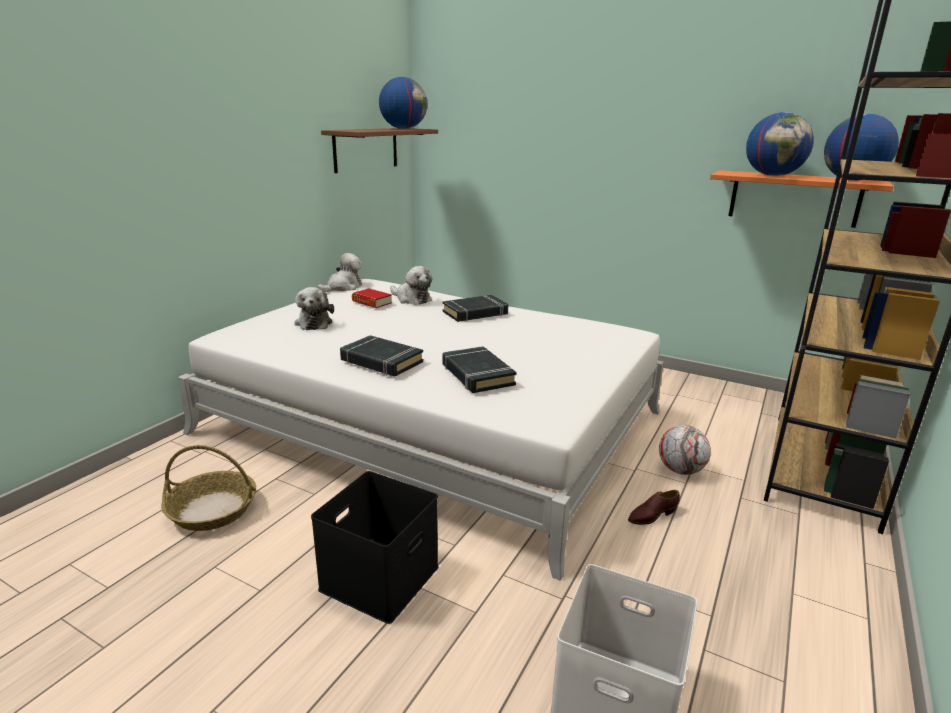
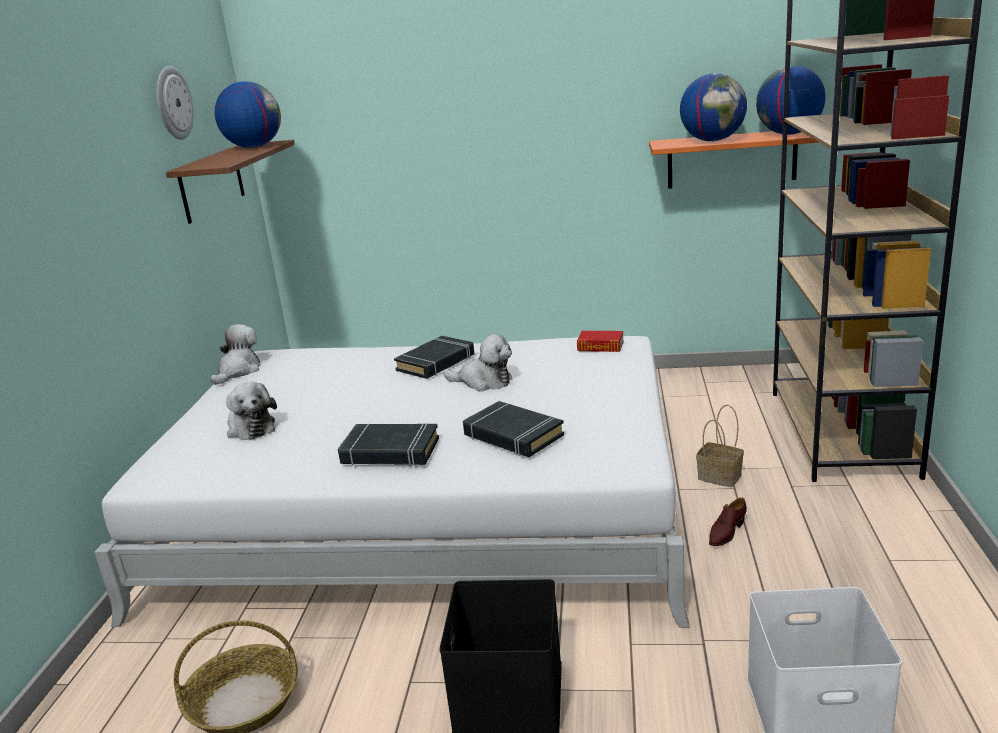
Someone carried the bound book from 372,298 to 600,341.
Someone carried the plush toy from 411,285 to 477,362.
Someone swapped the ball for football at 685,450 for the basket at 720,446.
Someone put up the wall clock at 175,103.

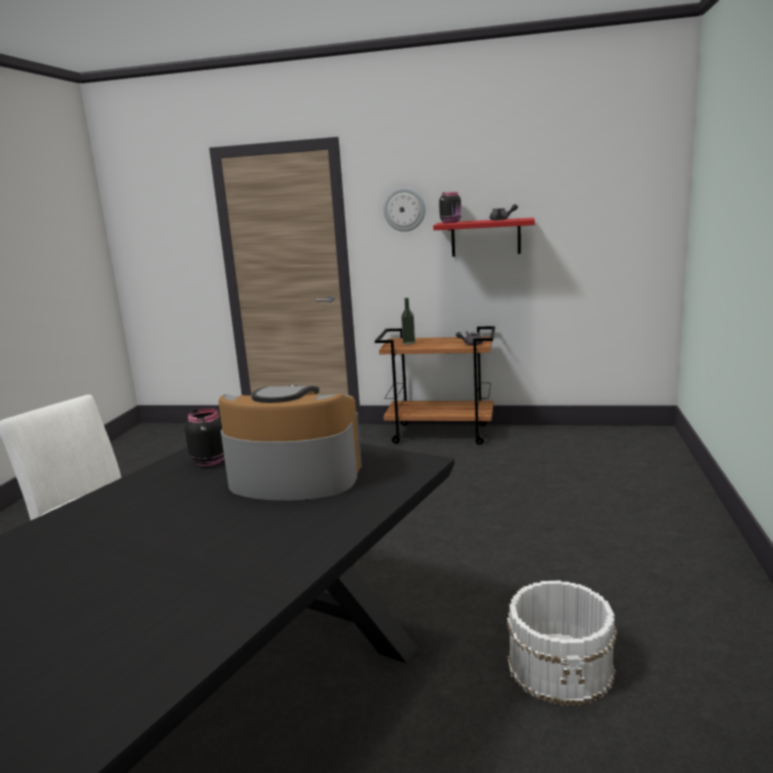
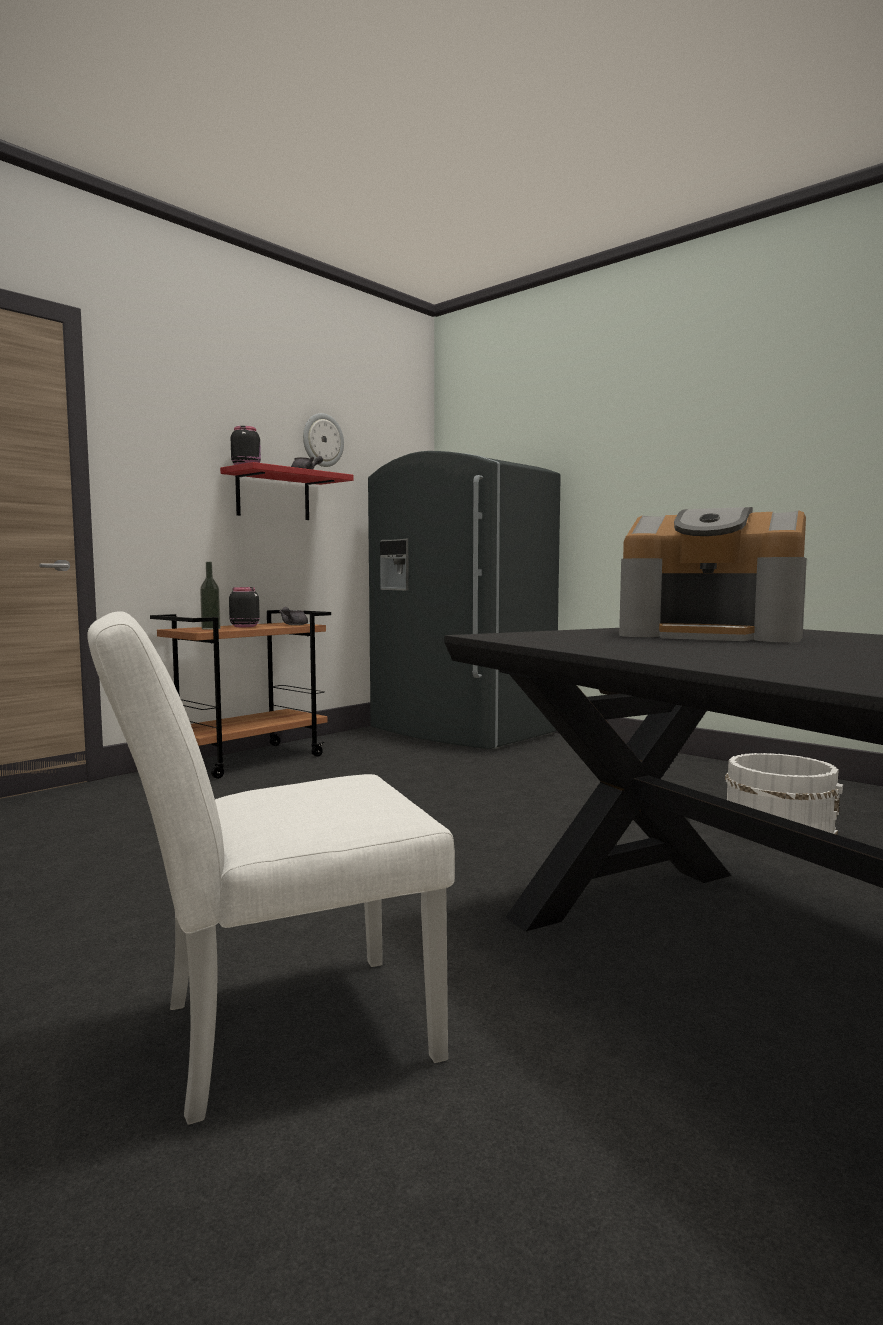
Someone carried the jar/black from 204,437 to 244,607.
Someone rotated the coffee brewer at 290,442 by 105 degrees counterclockwise.
Someone carried the wall clock from 404,210 to 323,440.
Someone put down the fridge/greyish at 464,600.

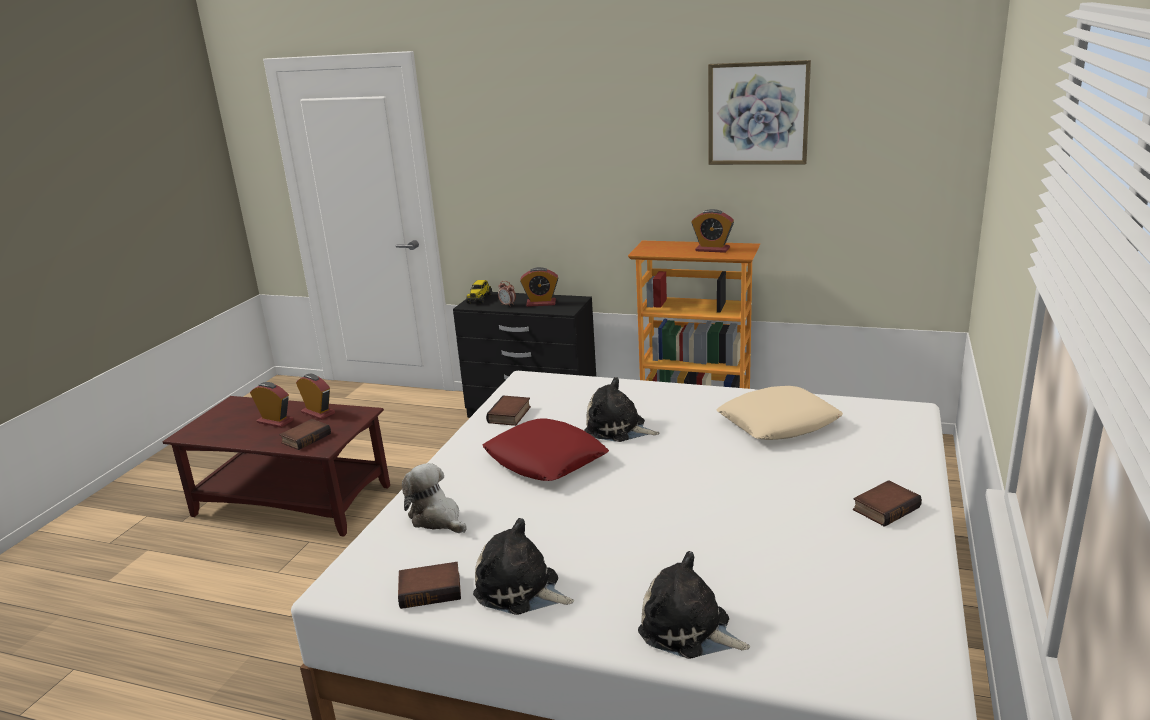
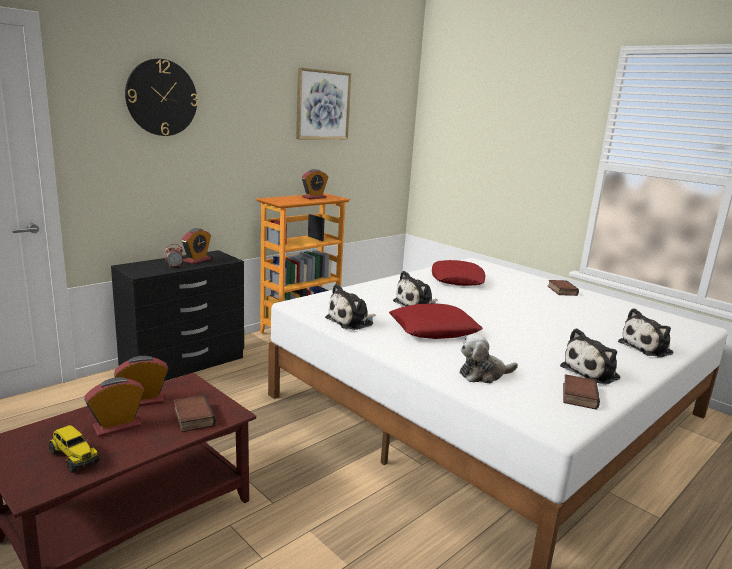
Someone carried the model truck from 479,292 to 74,449.
Someone swapped the bound book at 508,411 for the plush toy at 350,307.
Someone repainted the cushion/beige-coloured at 779,413, which became the cushion/reddish at 458,273.
Someone put up the wall clock at 161,97.

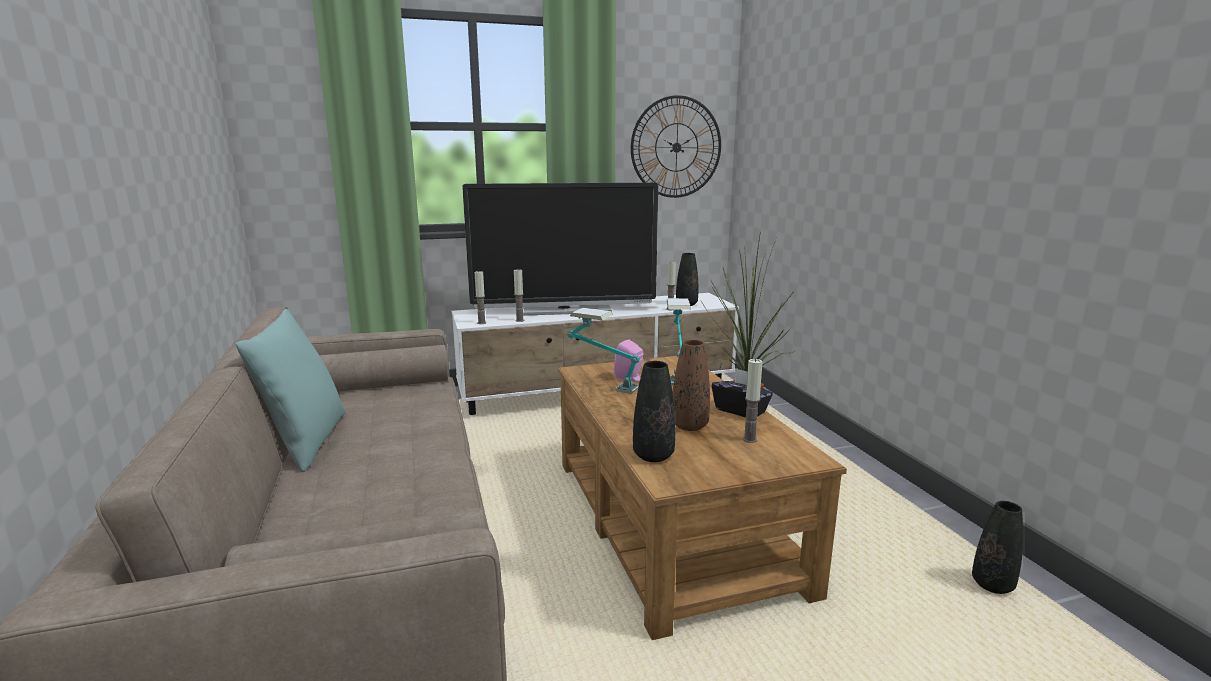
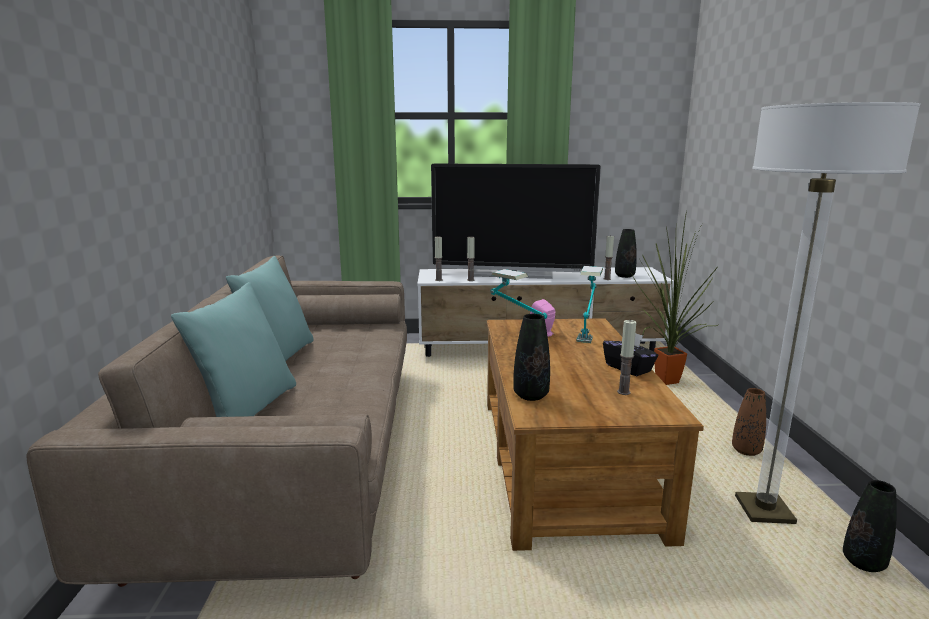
Someone took away the wall clock at 676,146.
Someone carried the flower vase/brown from 691,385 to 749,422.
Someone put down the cushion/turquoise at 233,349.
Someone put down the standing lamp at 828,313.

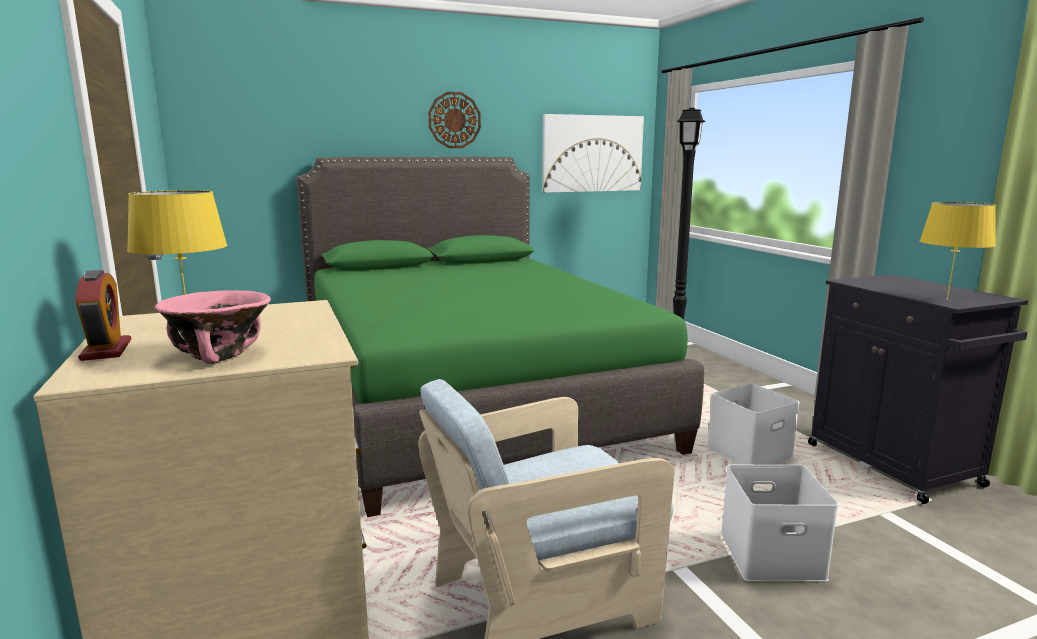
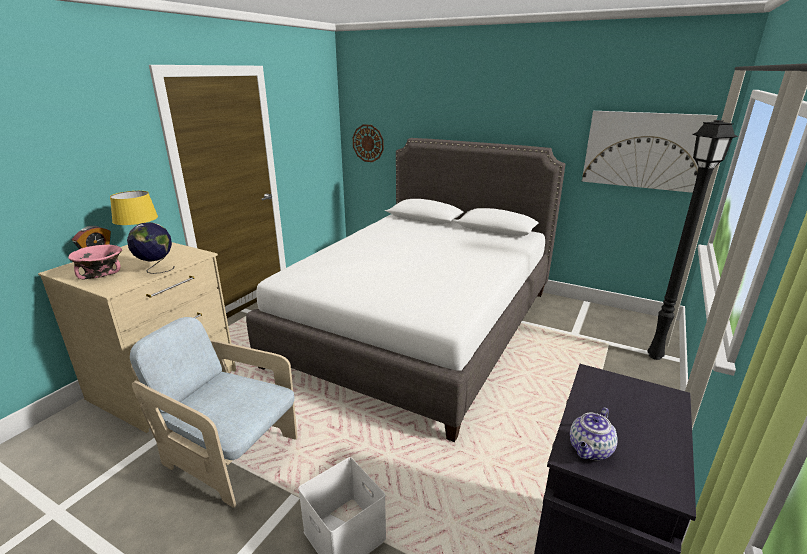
Someone repainted the sleeping bed/green-coloured at 500,337, which became the sleeping bed/whitish at 406,290.
Someone carried the wall clock from 454,120 to 368,143.
Someone took away the storage container/whitish at 753,424.
Someone swapped the lamp for a table/yellow-coloured at 958,251 for the teapot at 594,433.
Someone put down the desk globe at 150,248.

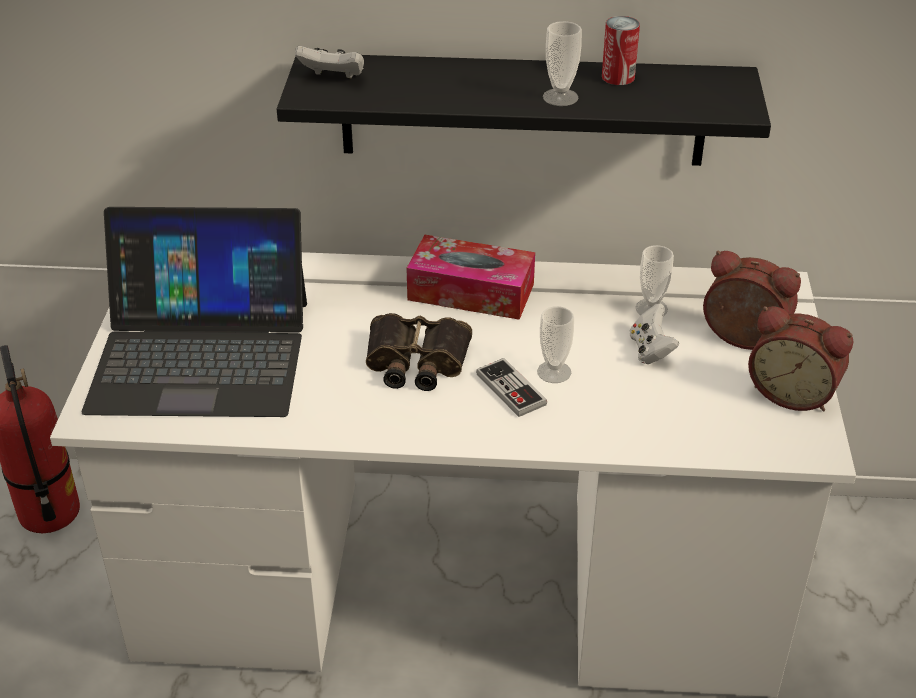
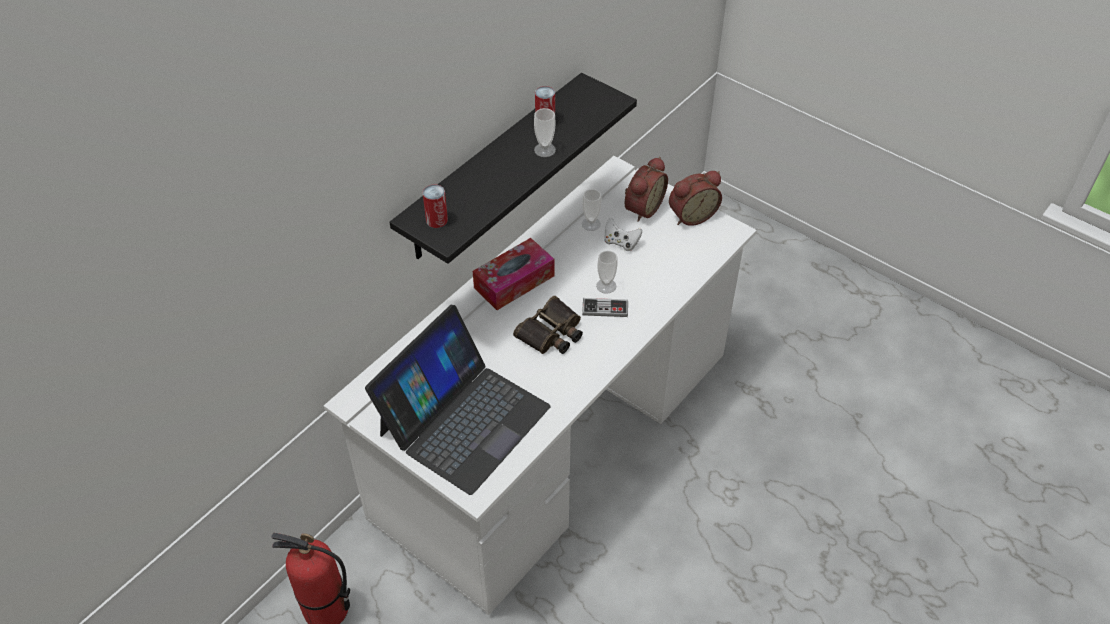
Someone swapped the gamepad/whitish at 329,62 for the sealed can at 435,206.
Someone rotated the bedside clock at 752,300 by 150 degrees clockwise.

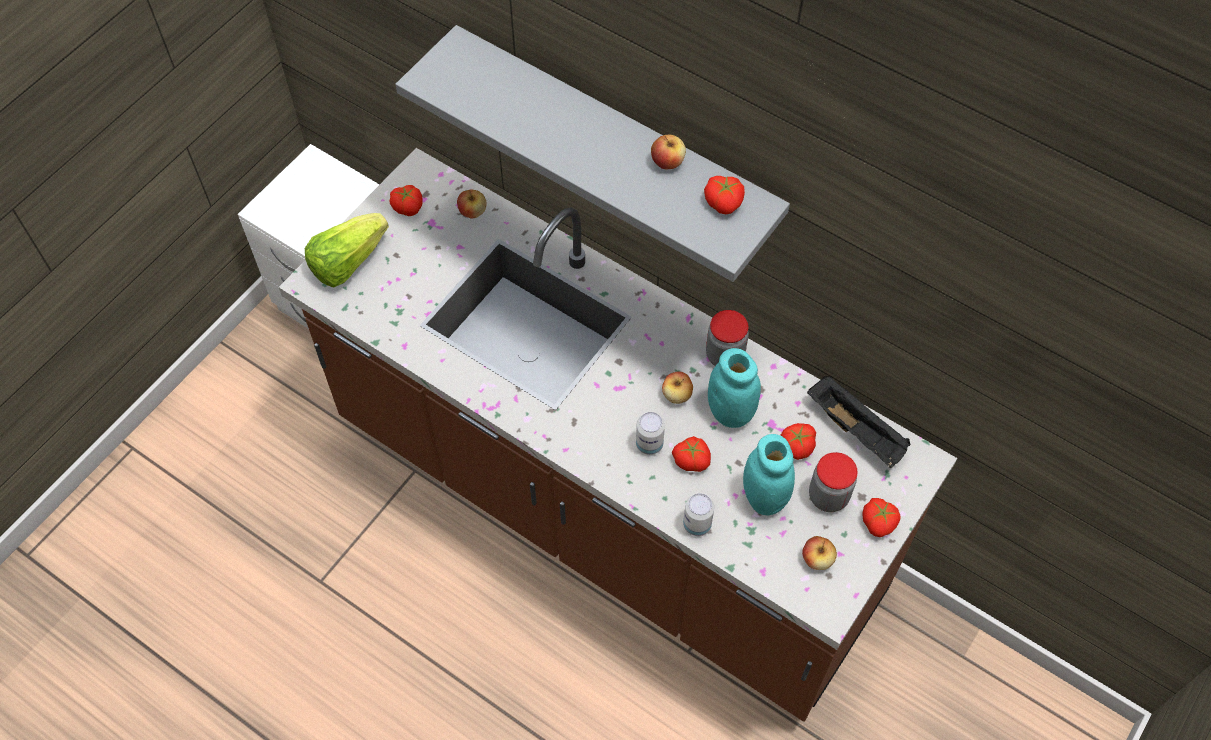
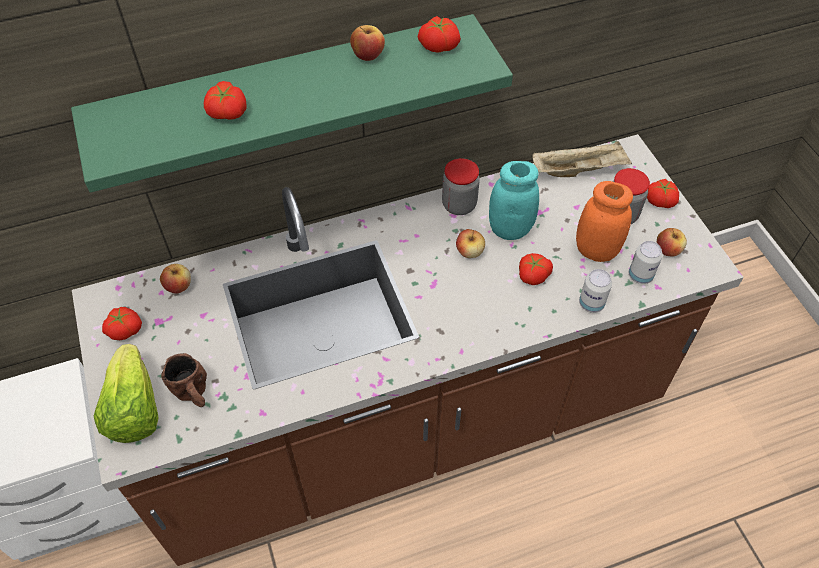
Someone repainted the shelf/greyish at 593,153, which became the shelf/green-coloured at 292,103.
Someone carried the sealed can from 650,433 to 646,262.
Someone repainted the jar/turquoise at 769,474, which became the jar/orange-coloured at 604,221.
Someone carried the fresh tomato from 798,441 to 225,100.
Someone repainted the serving tray/black at 858,422, which became the serving tray/beige-coloured at 582,159.
Someone put down the coffee mug/brown at 184,380.

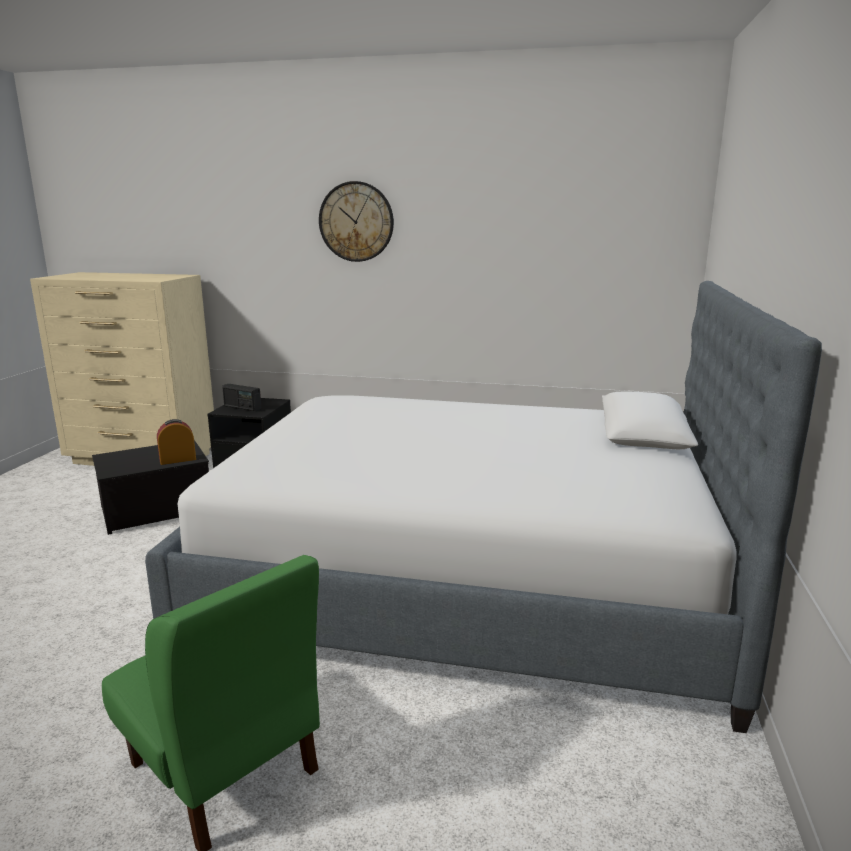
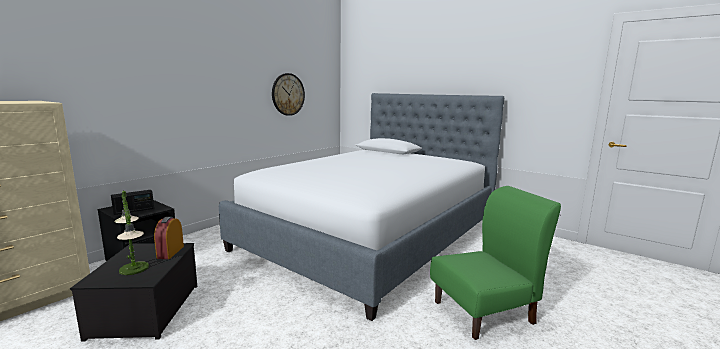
Someone carried the wall clock from 356,221 to 288,94.
Someone put down the lamp for a table at 132,232.

